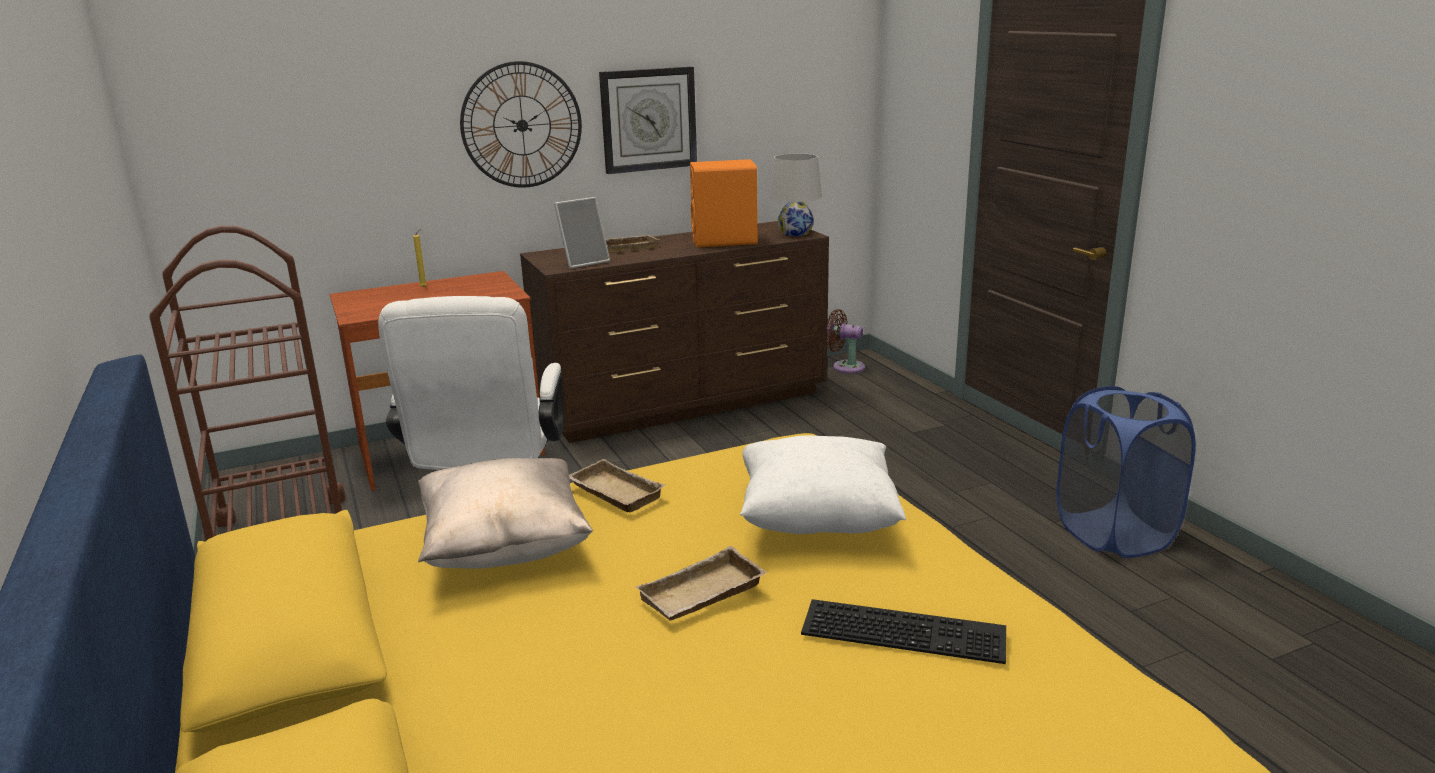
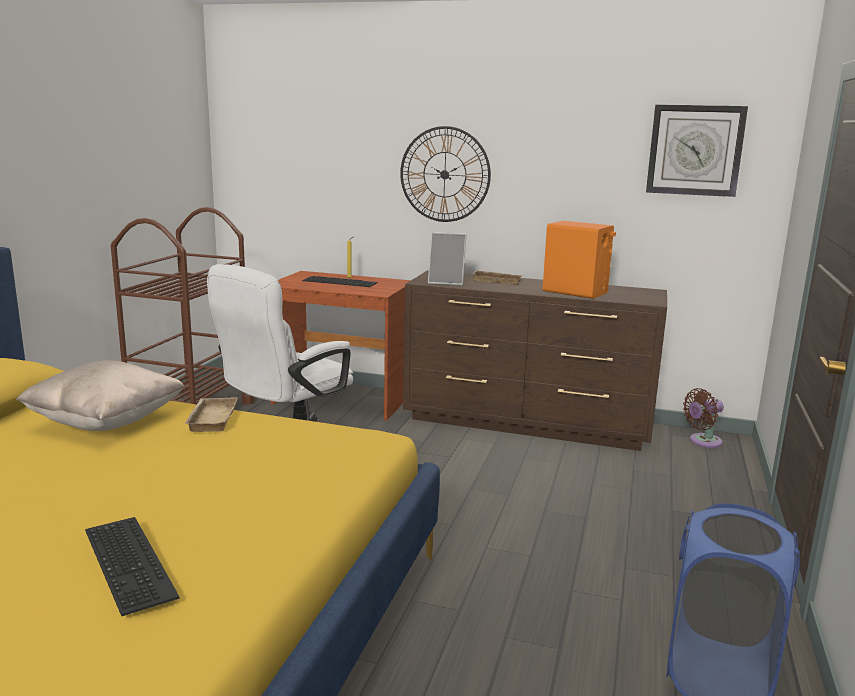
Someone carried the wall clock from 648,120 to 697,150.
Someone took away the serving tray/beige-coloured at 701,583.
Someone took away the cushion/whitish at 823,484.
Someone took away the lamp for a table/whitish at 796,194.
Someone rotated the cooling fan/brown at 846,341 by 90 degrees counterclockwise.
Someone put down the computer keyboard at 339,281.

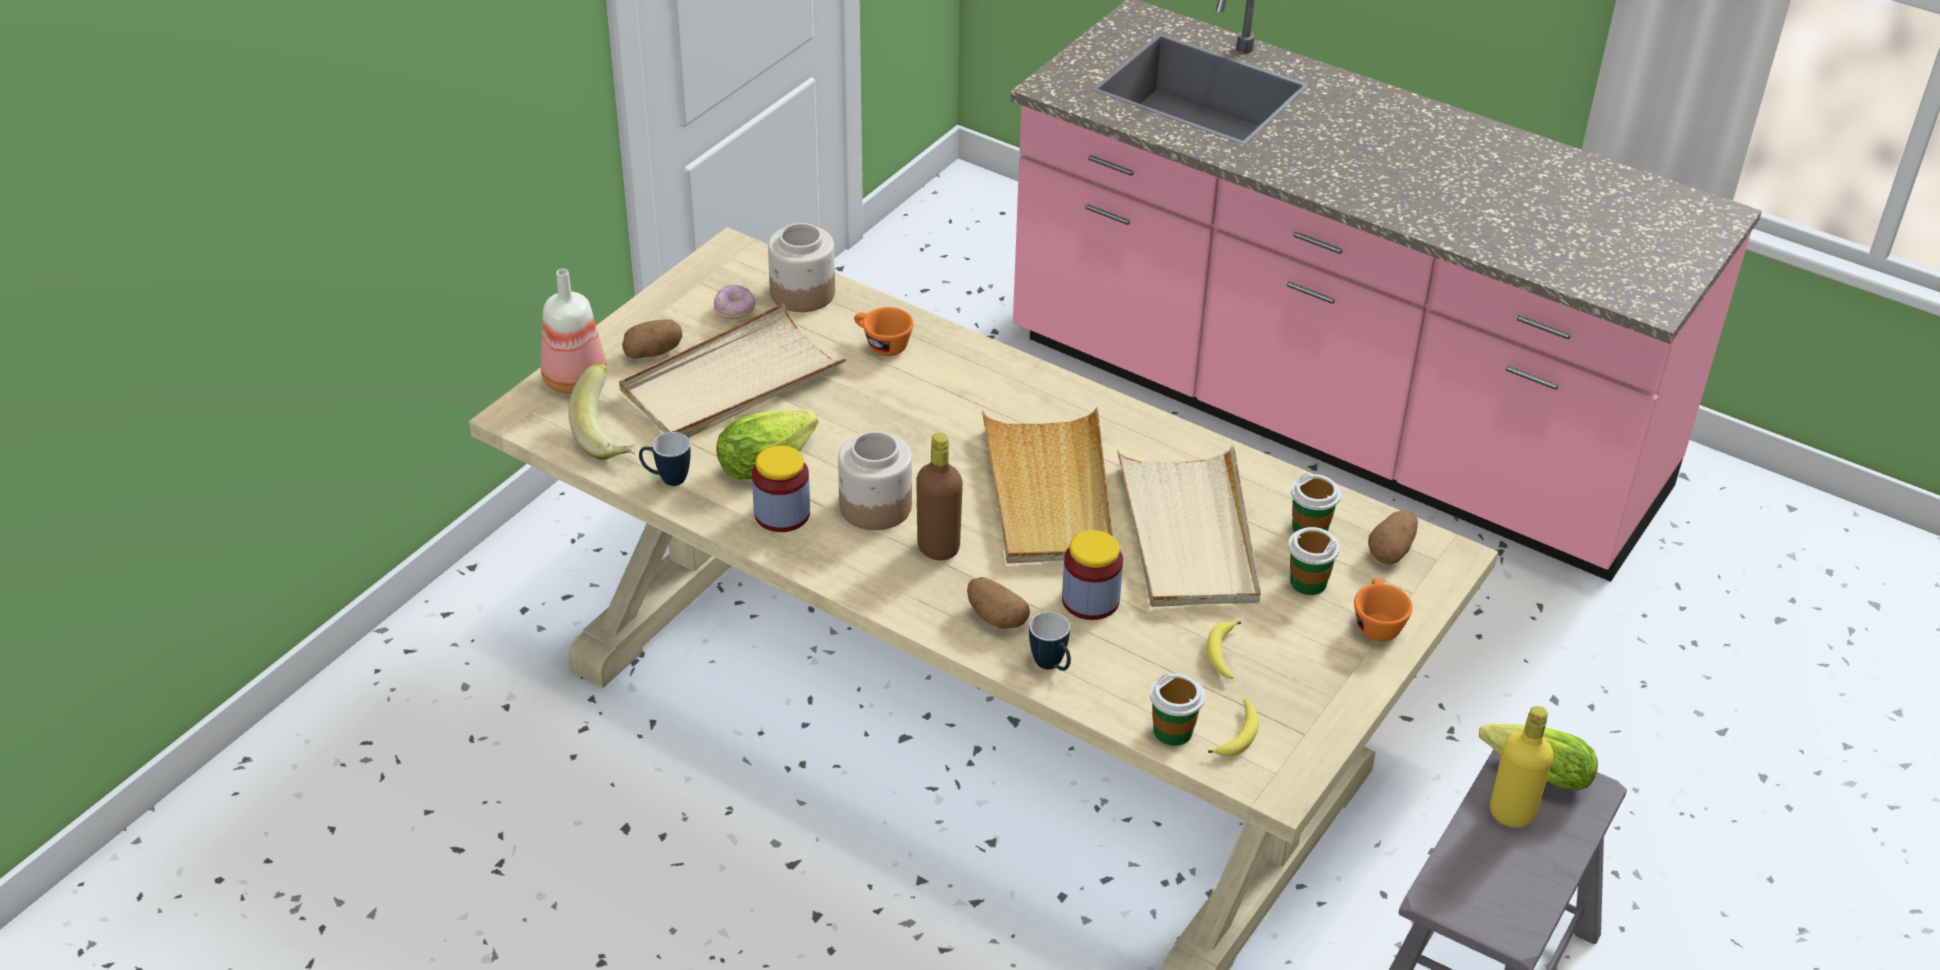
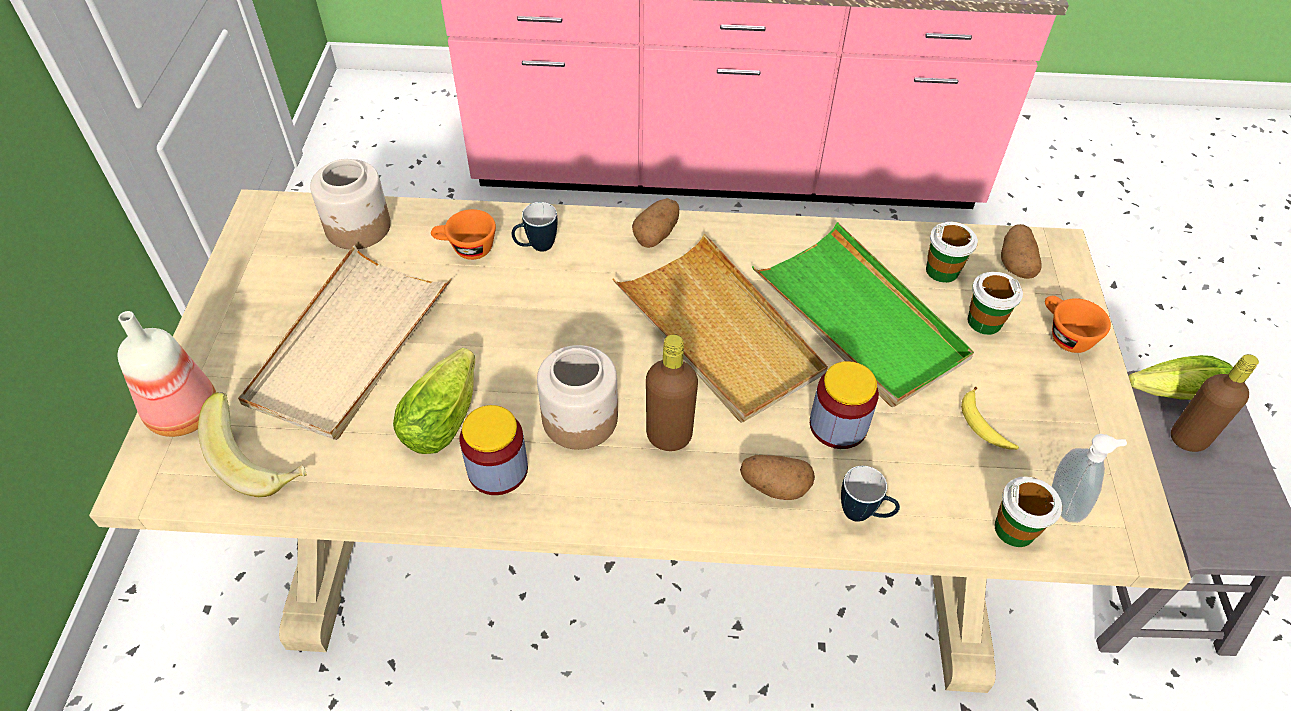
Someone carried the spud from 652,339 to 655,223.
Someone carried the coffee mug from 665,459 to 534,227.
Someone took away the ring doughnut at 735,301.
Someone repainted the serving tray/beige-coloured at 1189,526, which became the serving tray/green-coloured at 863,314.
Someone swapped the banana at 1233,727 for the soap bottle at 1089,478.
Someone repainted the drink bottle/yellow-coloured at 1521,767, which became the drink bottle/brown at 1215,403.

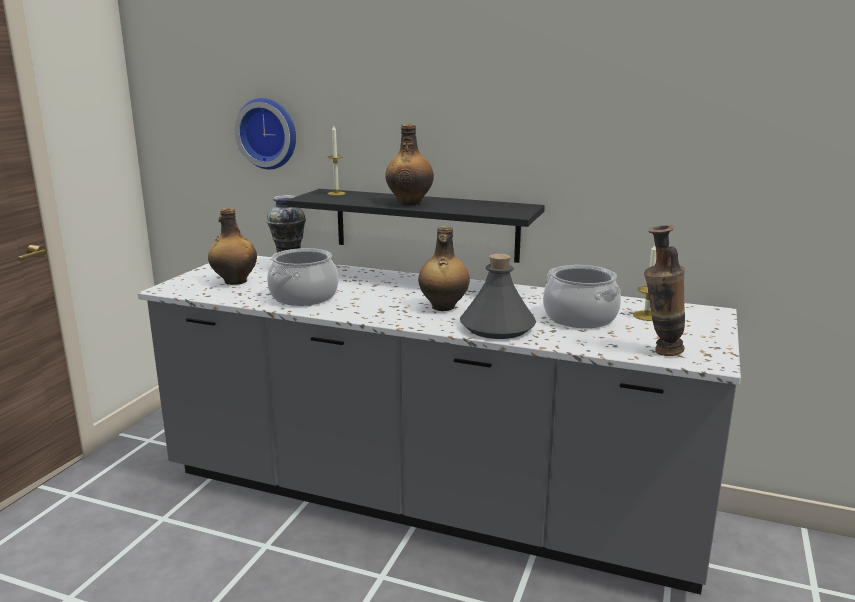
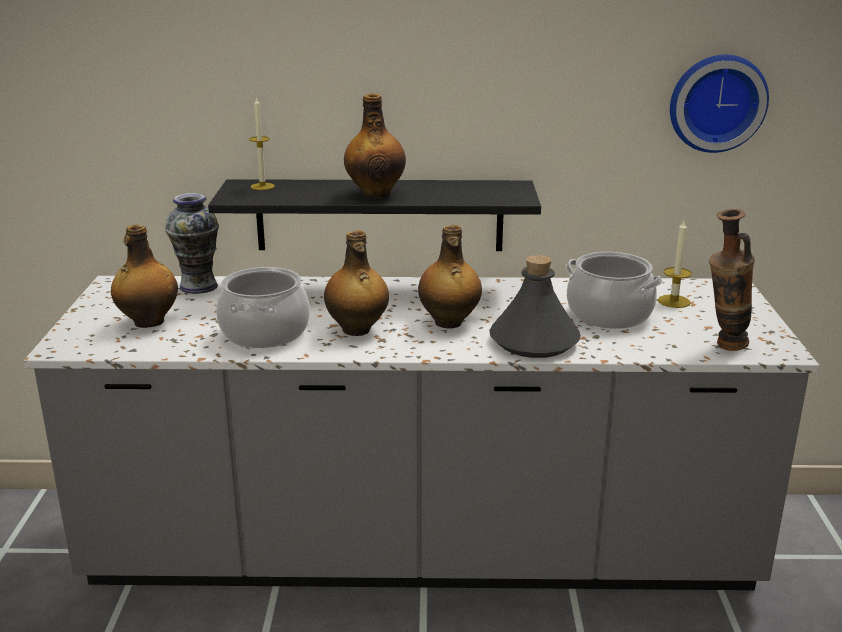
Someone carried the wall clock from 265,133 to 719,104.
Someone put down the drink bottle at 356,283.

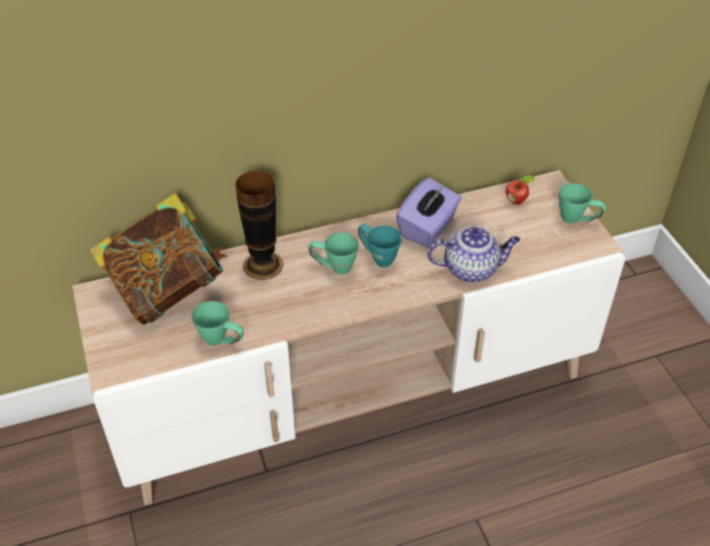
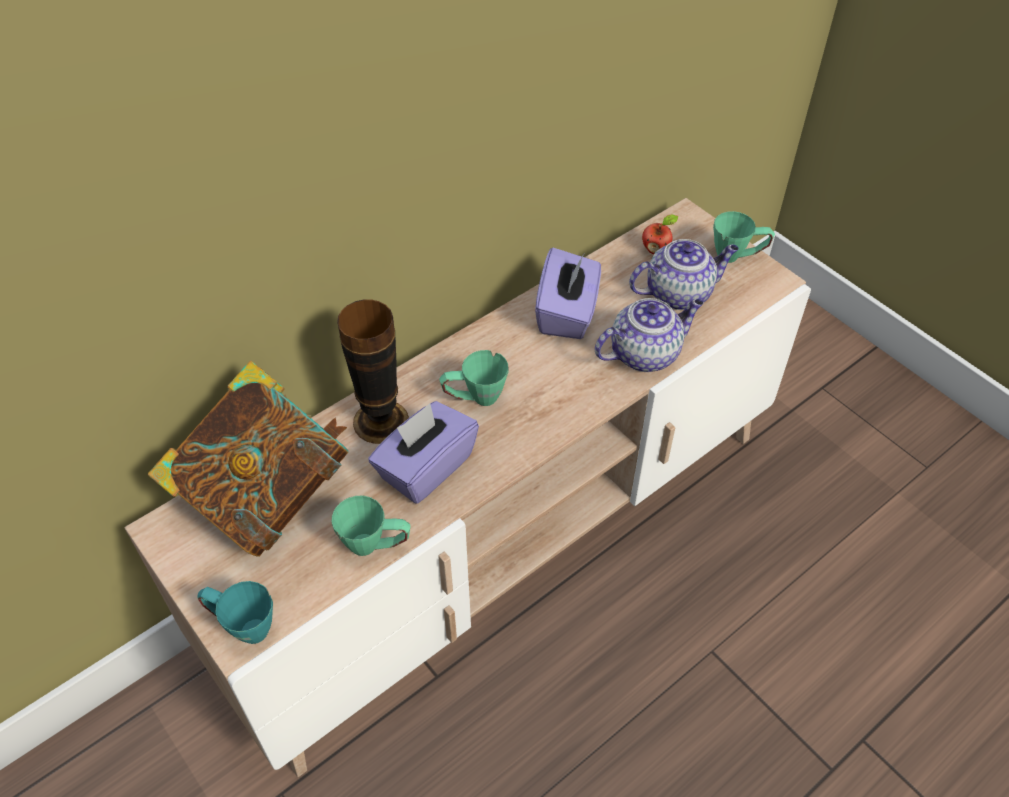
Someone carried the coffee mug/turquoise from 380,245 to 235,612.
Someone put down the tissue holder/purple-coloured at 423,452.
Someone put down the teapot at 684,274.

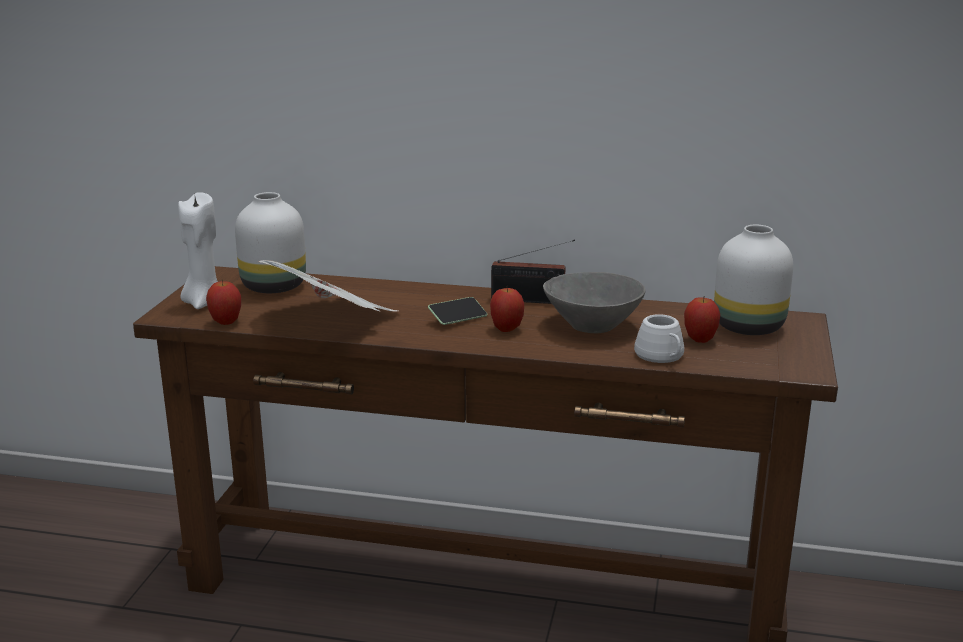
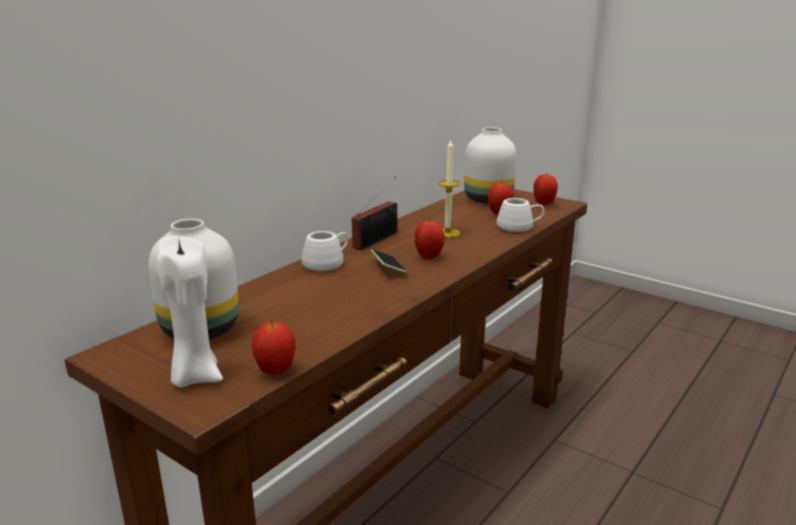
Someone took away the newspaper at 327,285.
Someone swapped the deep dish/greyish at 594,302 for the wax candle at 449,188.
Someone put down the coffee mug/whitish at 325,251.
Someone put down the apple fruit at 545,188.

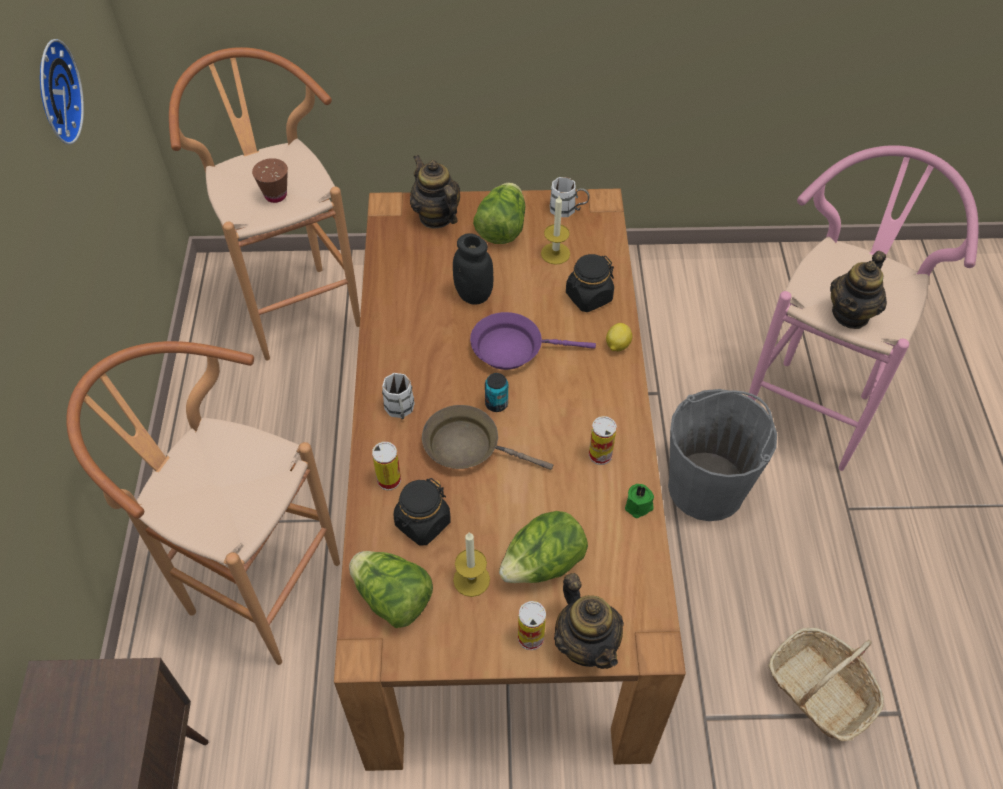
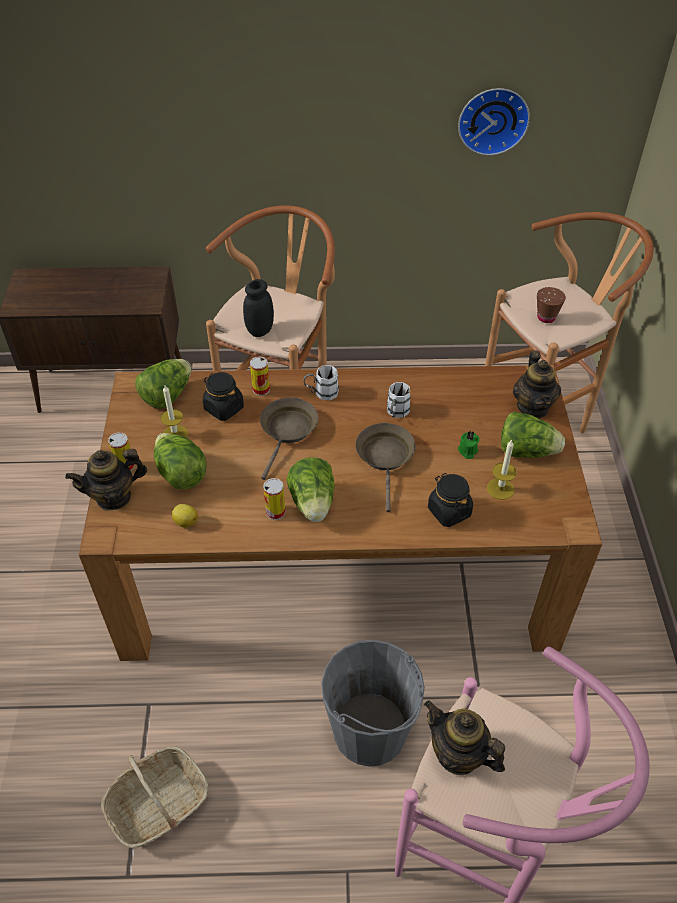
Someone rotated the teapot at 435,192 by 120 degrees clockwise.
Someone carried the jar/black from 473,269 to 258,308.
Someone repainted the pan/purple-coloured at 533,341, which became the pan/brown at 386,467.
Someone took away the sealed can at 496,392.
Someone carried the coffee mug/whitish from 570,197 to 399,400.
Someone carried the citrus fruit from 619,337 to 185,516.
Someone carried the wax candle/green-coloured from 639,501 to 468,445.
Someone put down the lettuce head at 311,489.

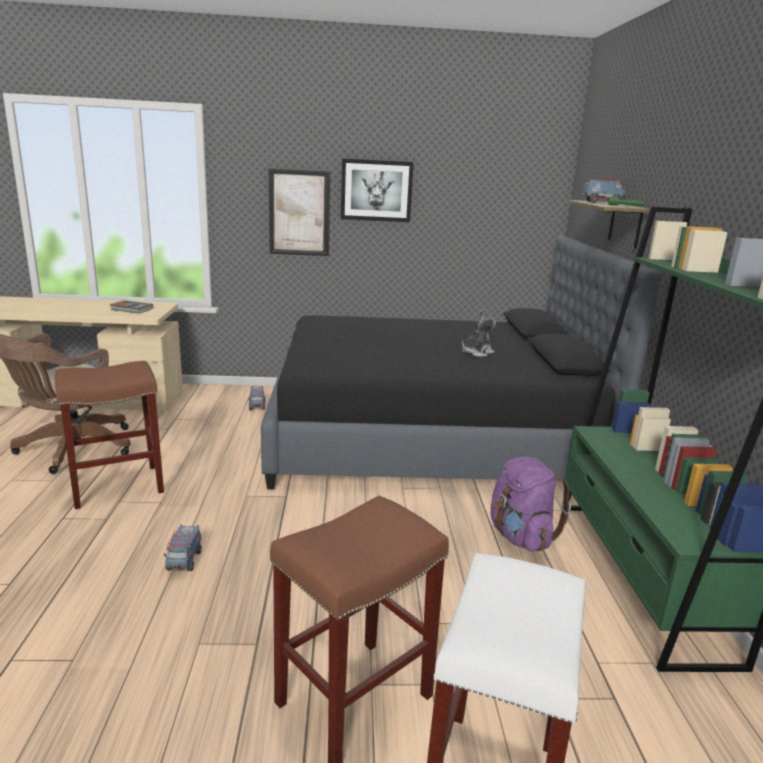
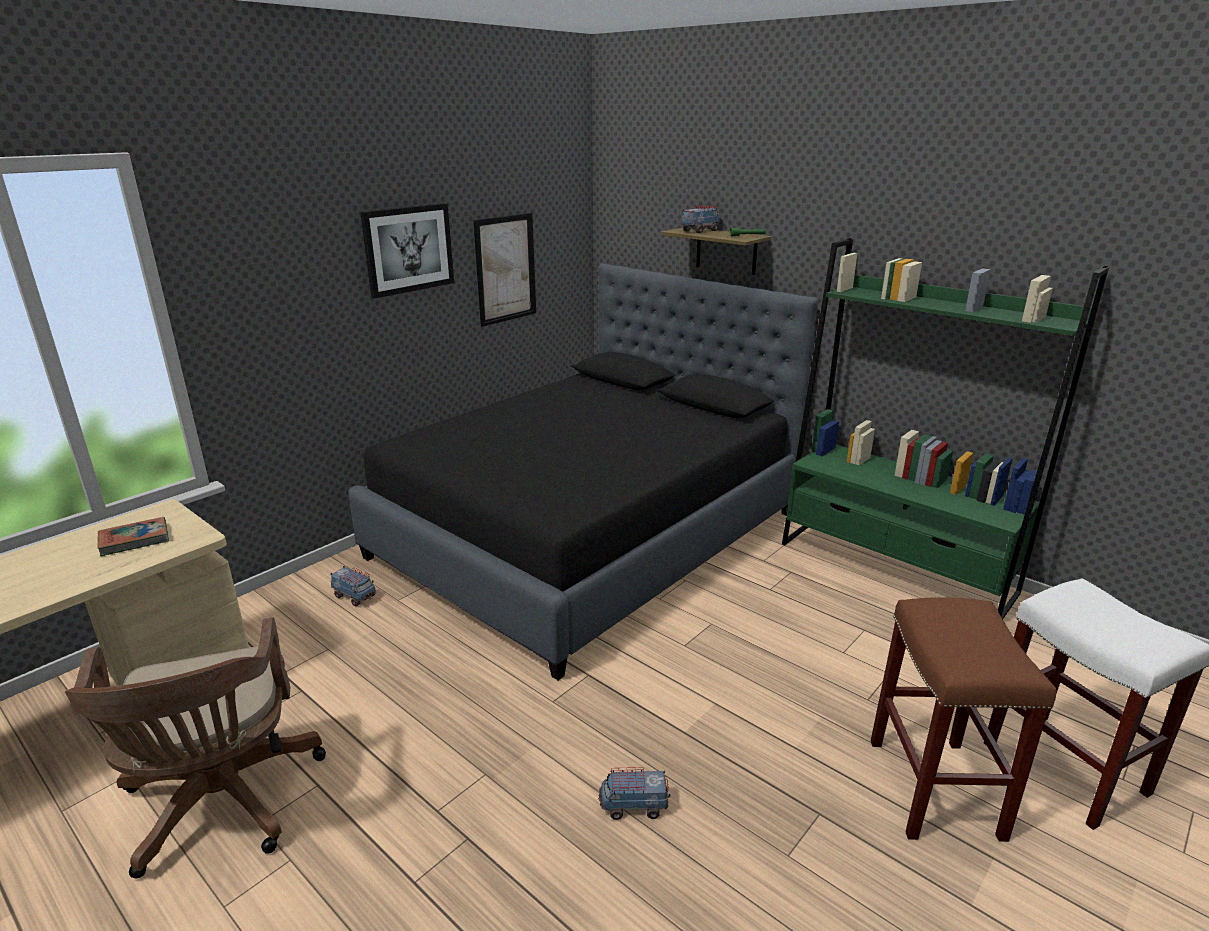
Someone took away the stool/brown at 109,435.
Someone rotated the model truck at 183,548 by 135 degrees clockwise.
Someone carried the wall picture from 299,212 to 504,270.
Someone took away the plush toy at 479,333.
Someone took away the backpack/purple-coloured at 530,504.

